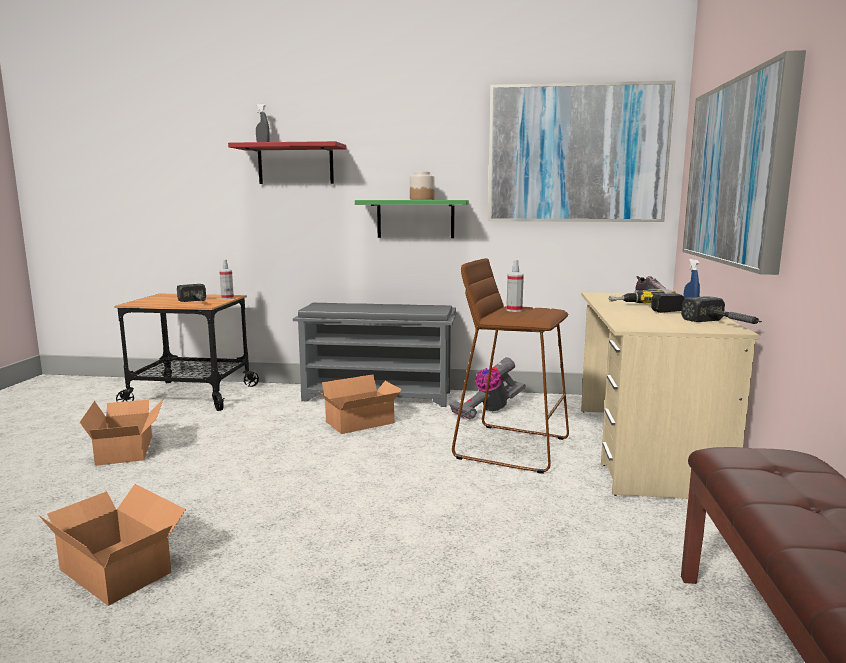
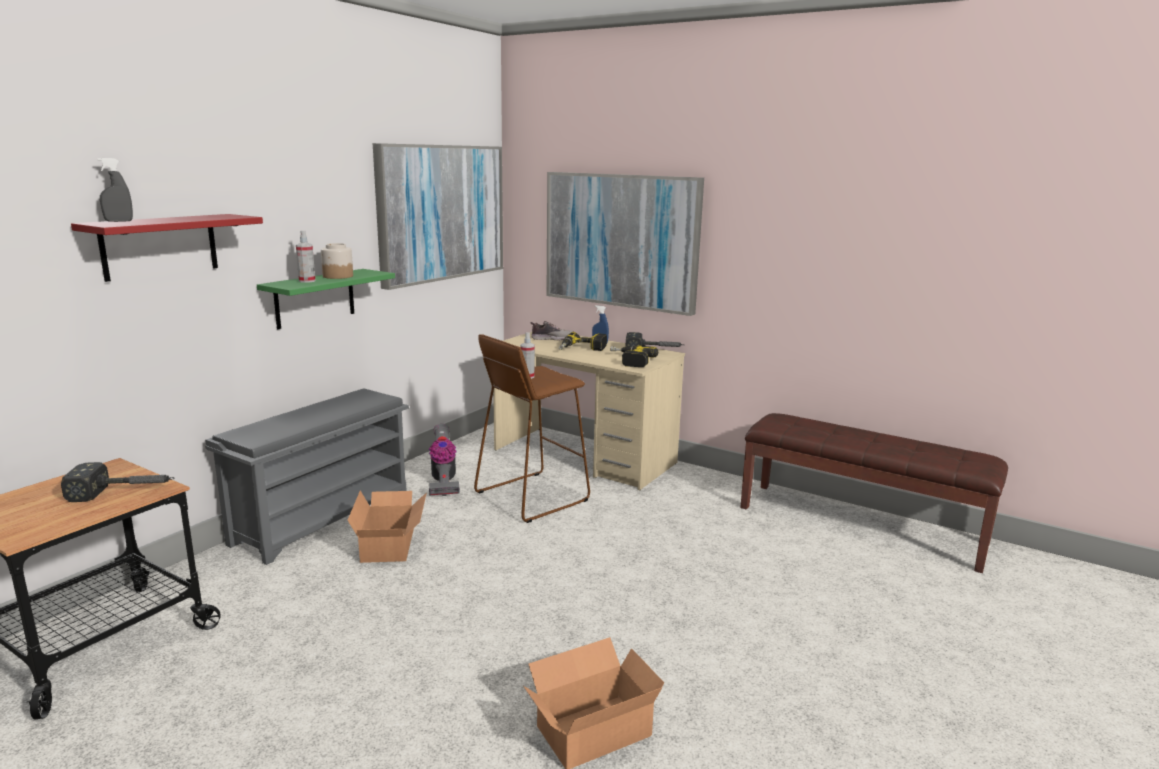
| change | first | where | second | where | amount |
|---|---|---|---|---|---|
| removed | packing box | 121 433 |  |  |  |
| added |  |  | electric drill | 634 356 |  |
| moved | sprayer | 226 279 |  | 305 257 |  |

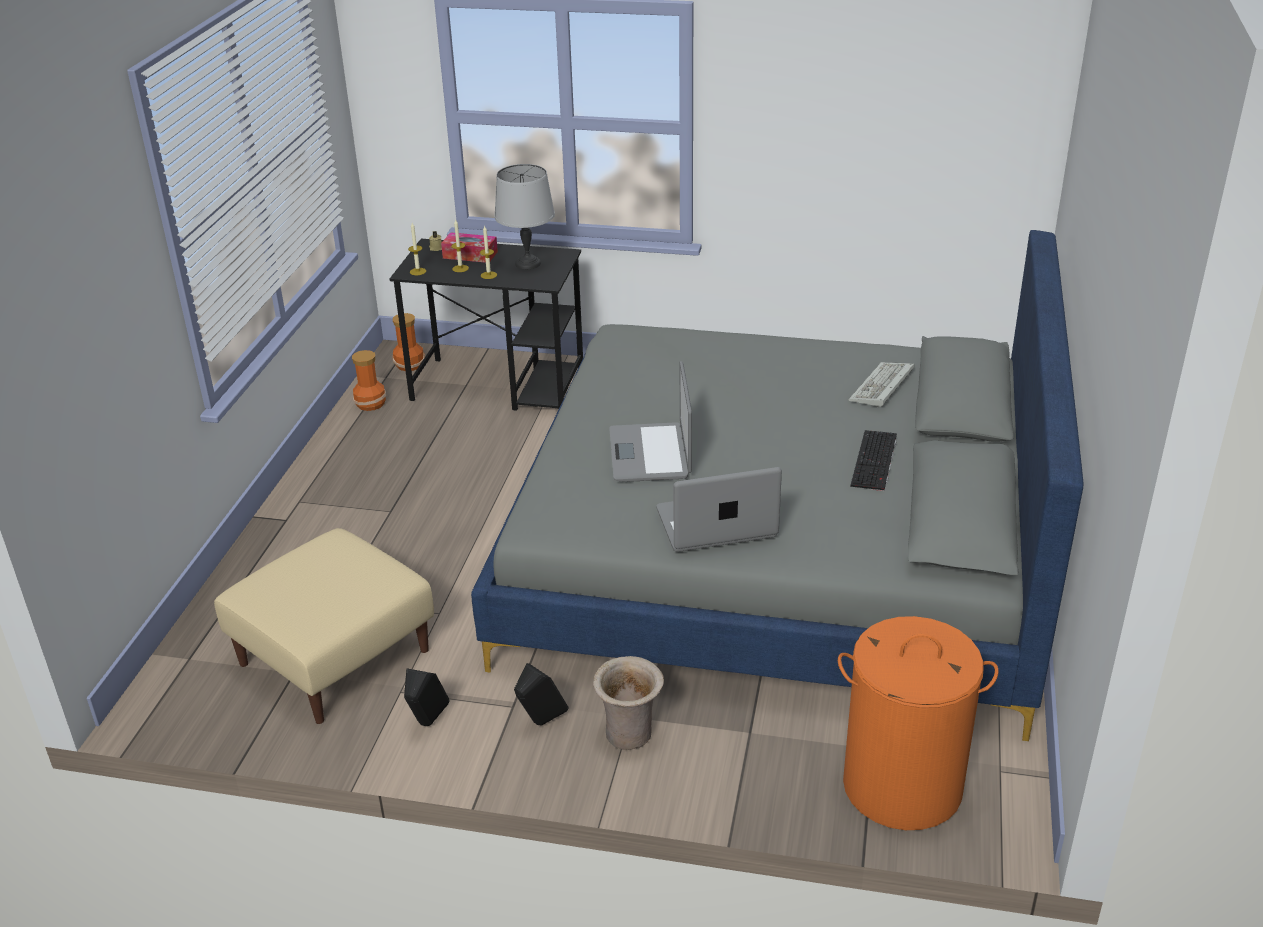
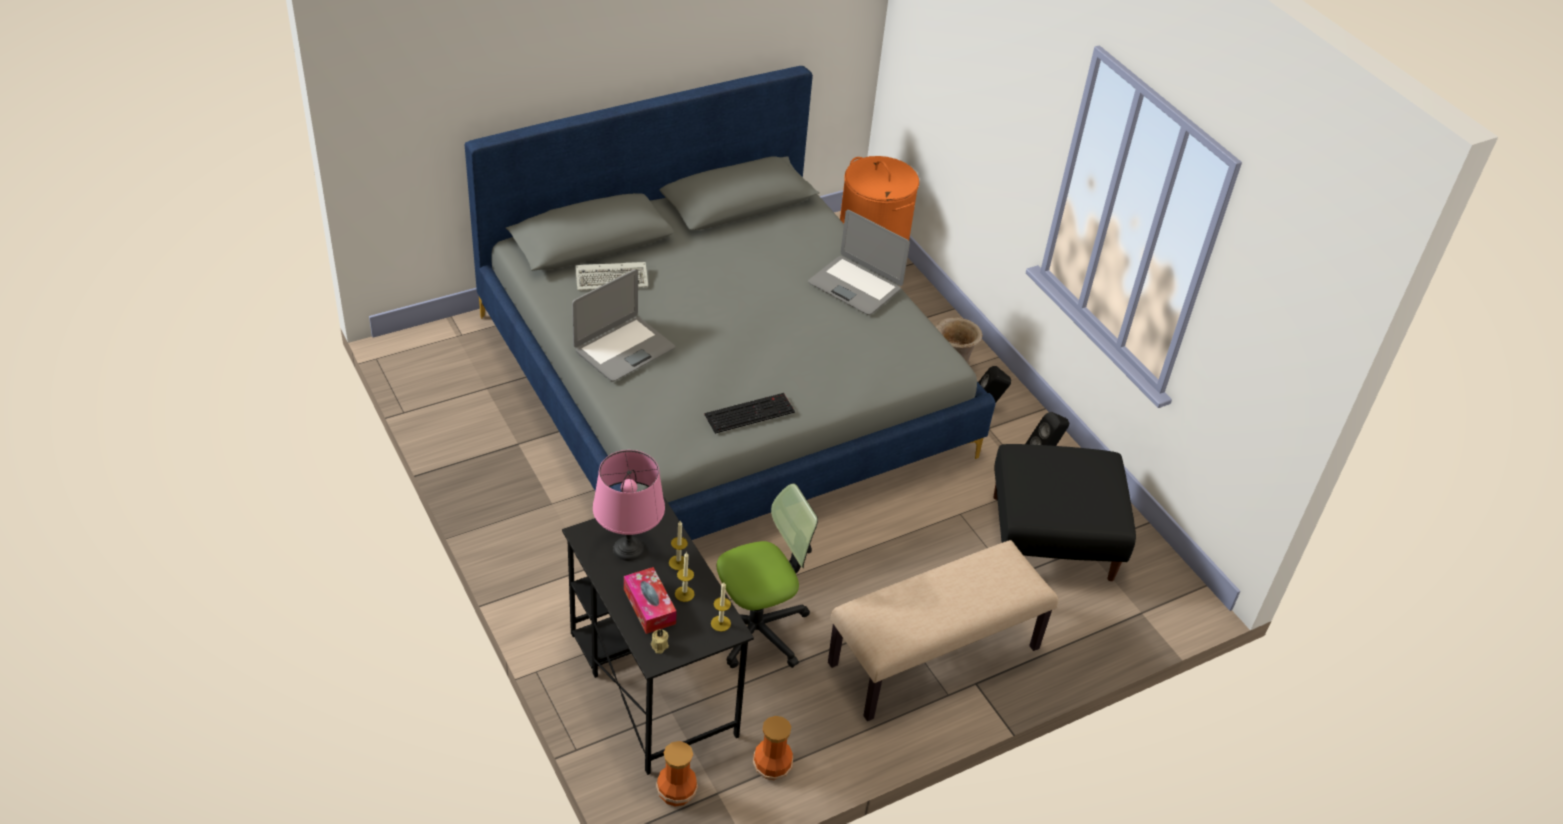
| change | first | where | second | where | amount |
|---|---|---|---|---|---|
| added |  |  | computer chair | 767 575 |  |
| added |  |  | bench (sand-coloured) | 943 630 |  |
| moved | notebook computer | 650 421 |  | 623 325 |  |
| moved | PC keyboard | 873 460 |  | 749 413 |  |
| recoloured | footrest (sand-coloured) | 324 626 | footrest (blackish) | 1064 512 |  |
| recoloured | tabletop lamp (gray) | 524 216 | tabletop lamp (pinkish) | 629 505 |  |

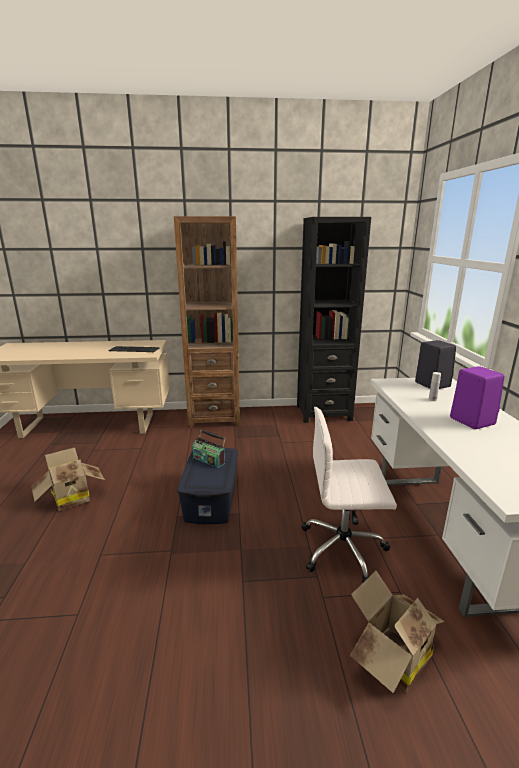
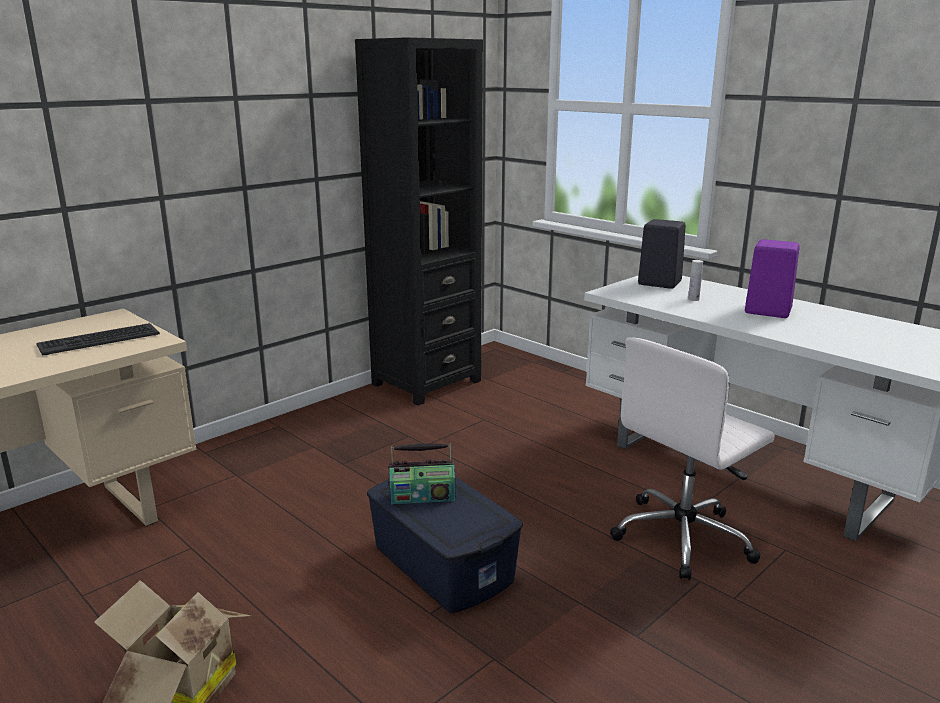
| change | first | where | second | where | amount |
|---|---|---|---|---|---|
| removed | bookshelf (brown) | 207 322 |  |  |  |
| removed | packing box | 397 632 |  |  |  |

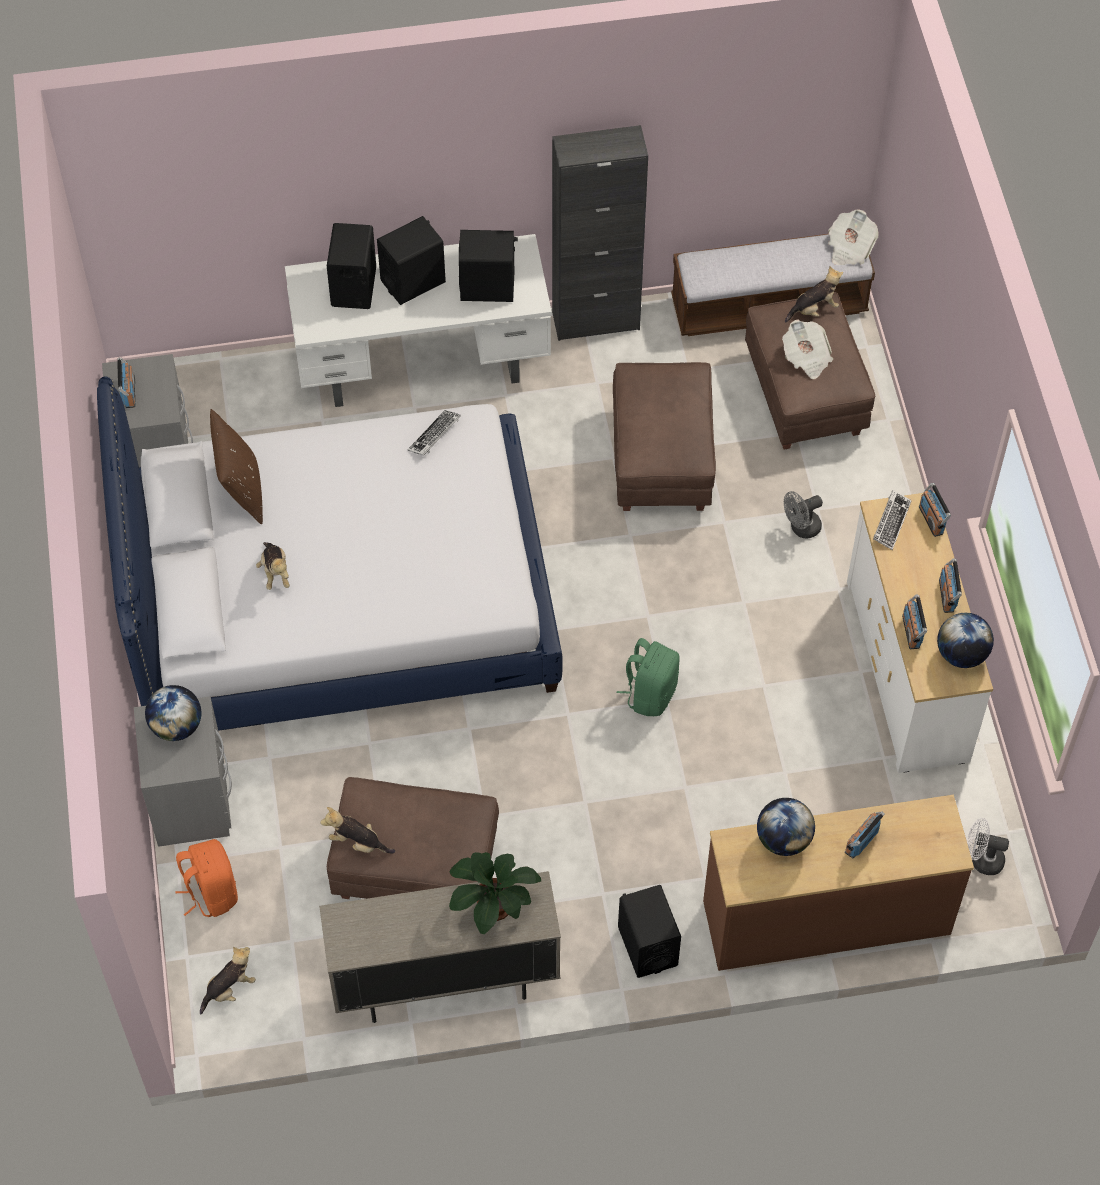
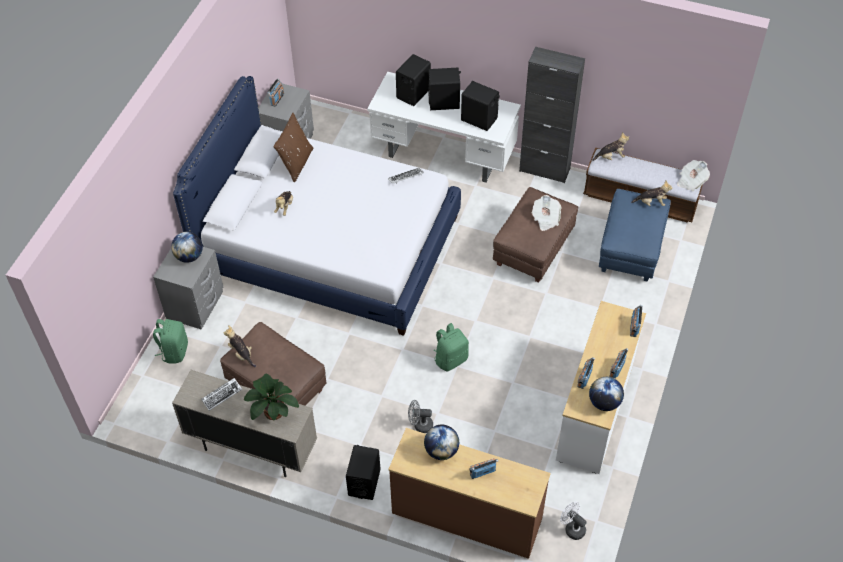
| change | first | where | second | where | amount |
|---|---|---|---|---|---|
| moved | cuddly toy | 228 980 |  | 610 146 |  |
| moved | printed paper | 807 349 |  | 546 213 |  |
| moved | fan (gray) | 803 514 |  | 420 416 |  |
| moved | PC keyboard | 892 520 |  | 221 394 |  |
| recoloured | rucksack (orangey) | 206 878 | rucksack (greenish) | 170 341 |  |
| recoloured | footrest (brown) | 810 371 | footrest (blue-coloured) | 635 235 |  |

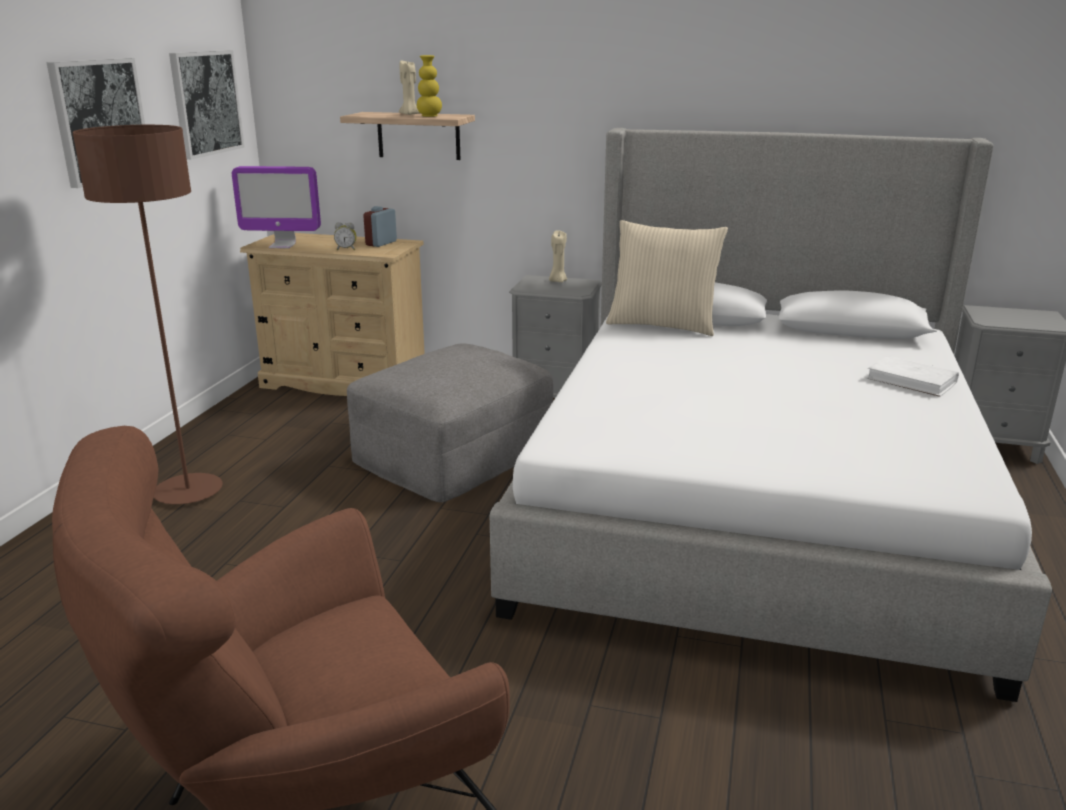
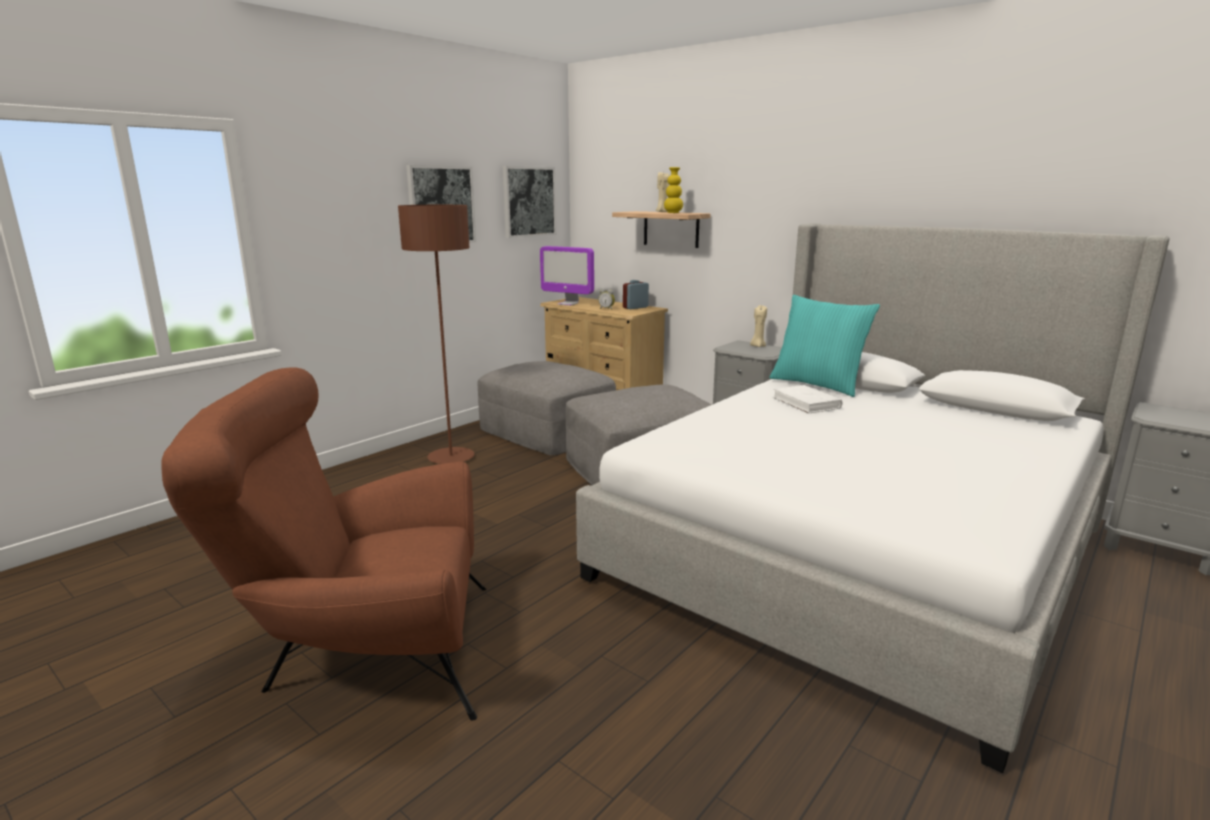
| change | first | where | second | where | amount |
|---|---|---|---|---|---|
| added |  |  | footrest (gray) | 546 408 |  |
| moved | bound book (white) | 912 376 |  | 808 399 |  |
| recoloured | throw pillow (sand-coloured) | 667 278 | throw pillow (turquoise-coloured) | 824 346 |  |

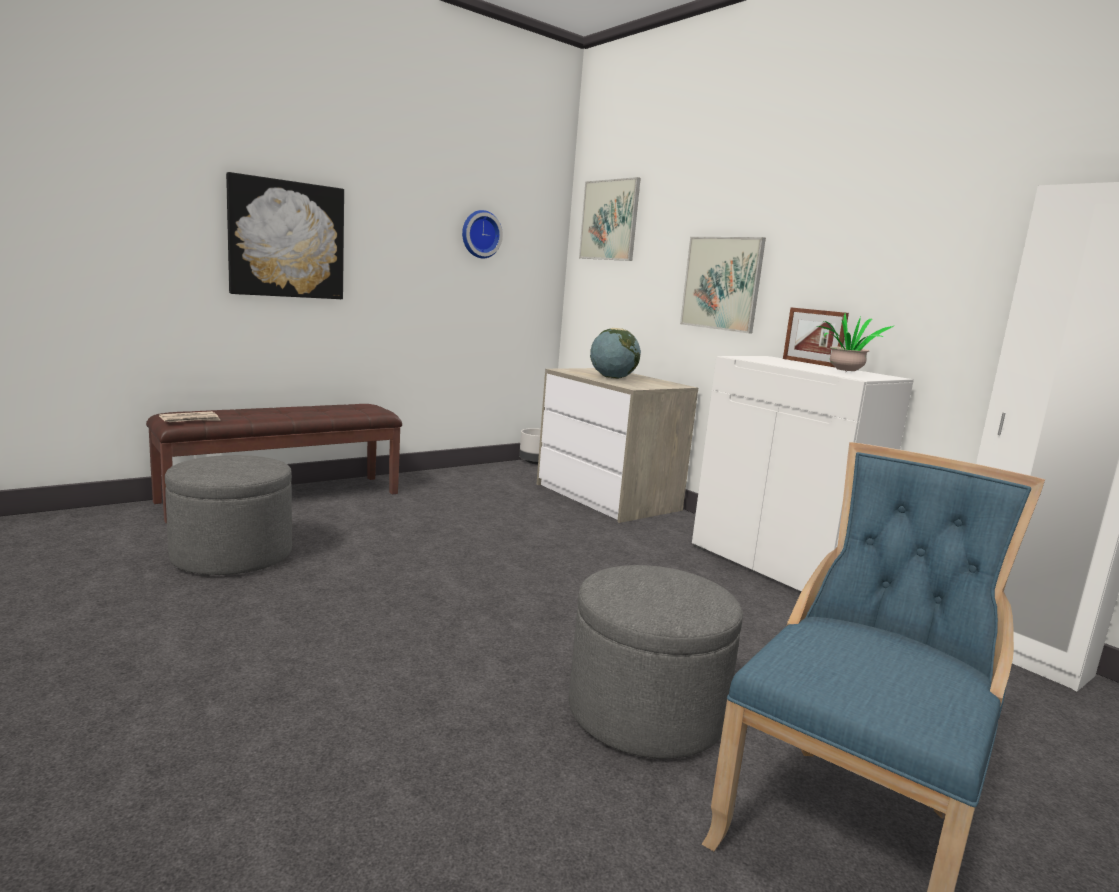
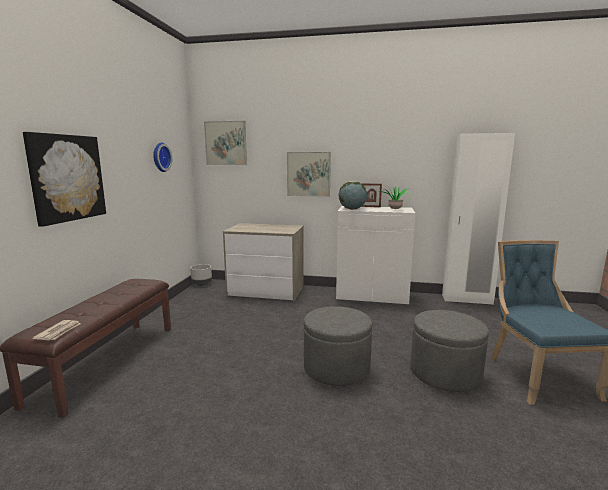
| change | first | where | second | where | amount |
|---|---|---|---|---|---|
| moved | footrest (gray) | 228 515 |  | 338 346 |  |
| moved | world globe | 615 353 |  | 352 195 |  |

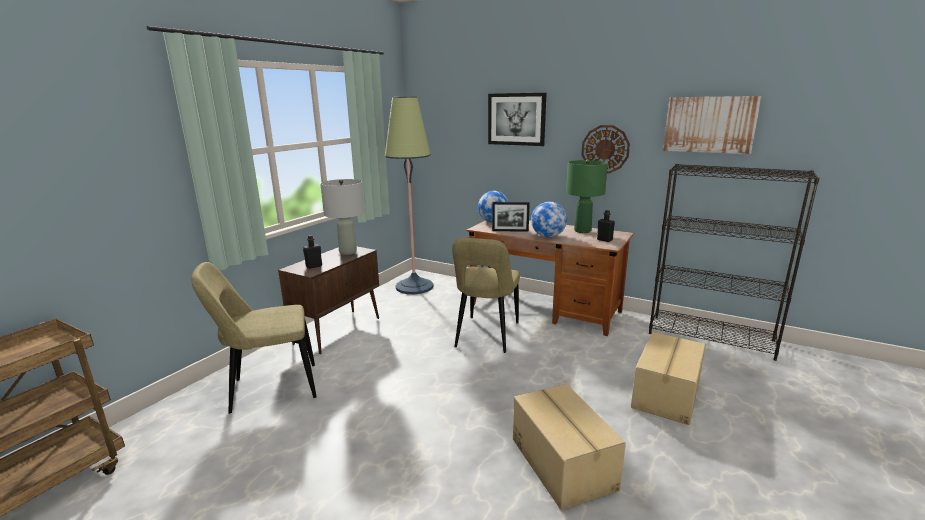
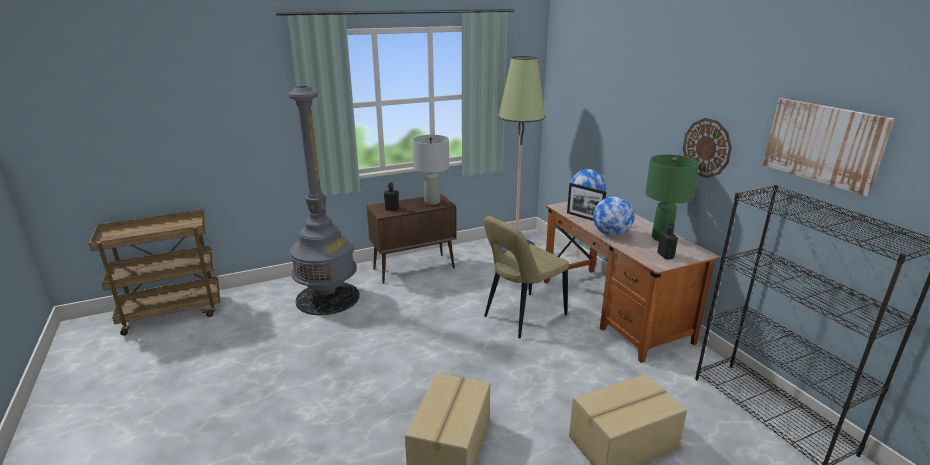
| change | first | where | second | where | amount |
|---|---|---|---|---|---|
| removed | picture | 517 119 |  |  |  |
| replaced | plain chair (sand-coloured) | 254 338 | standing lamp (gray) | 323 200 |  |

